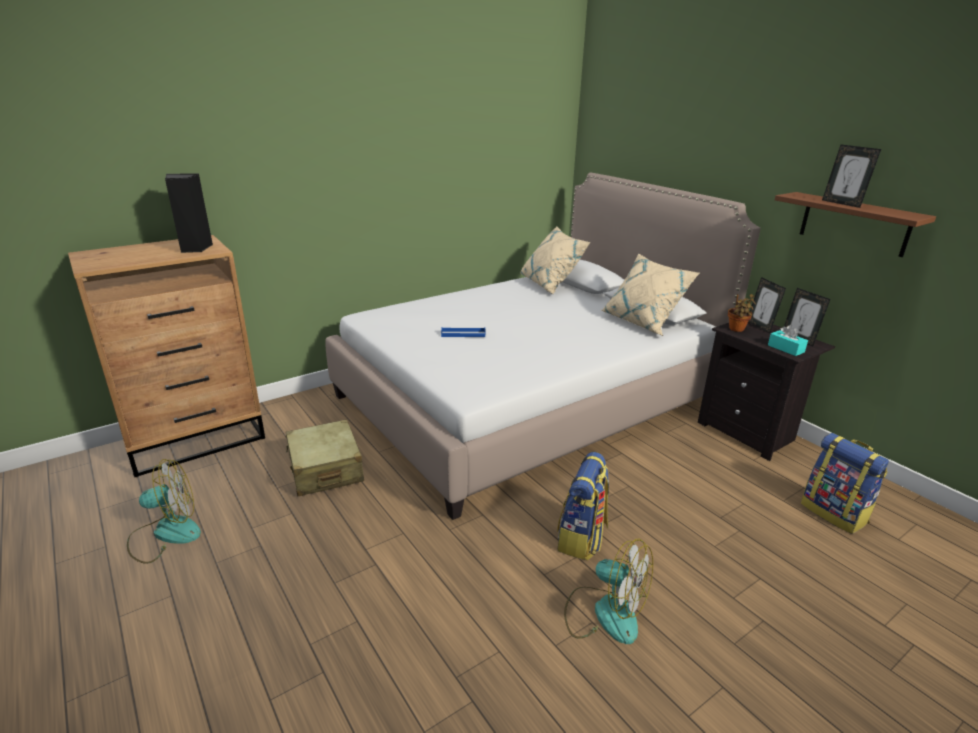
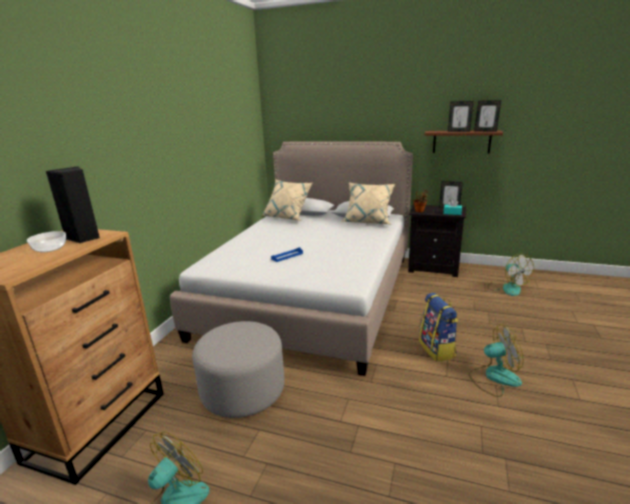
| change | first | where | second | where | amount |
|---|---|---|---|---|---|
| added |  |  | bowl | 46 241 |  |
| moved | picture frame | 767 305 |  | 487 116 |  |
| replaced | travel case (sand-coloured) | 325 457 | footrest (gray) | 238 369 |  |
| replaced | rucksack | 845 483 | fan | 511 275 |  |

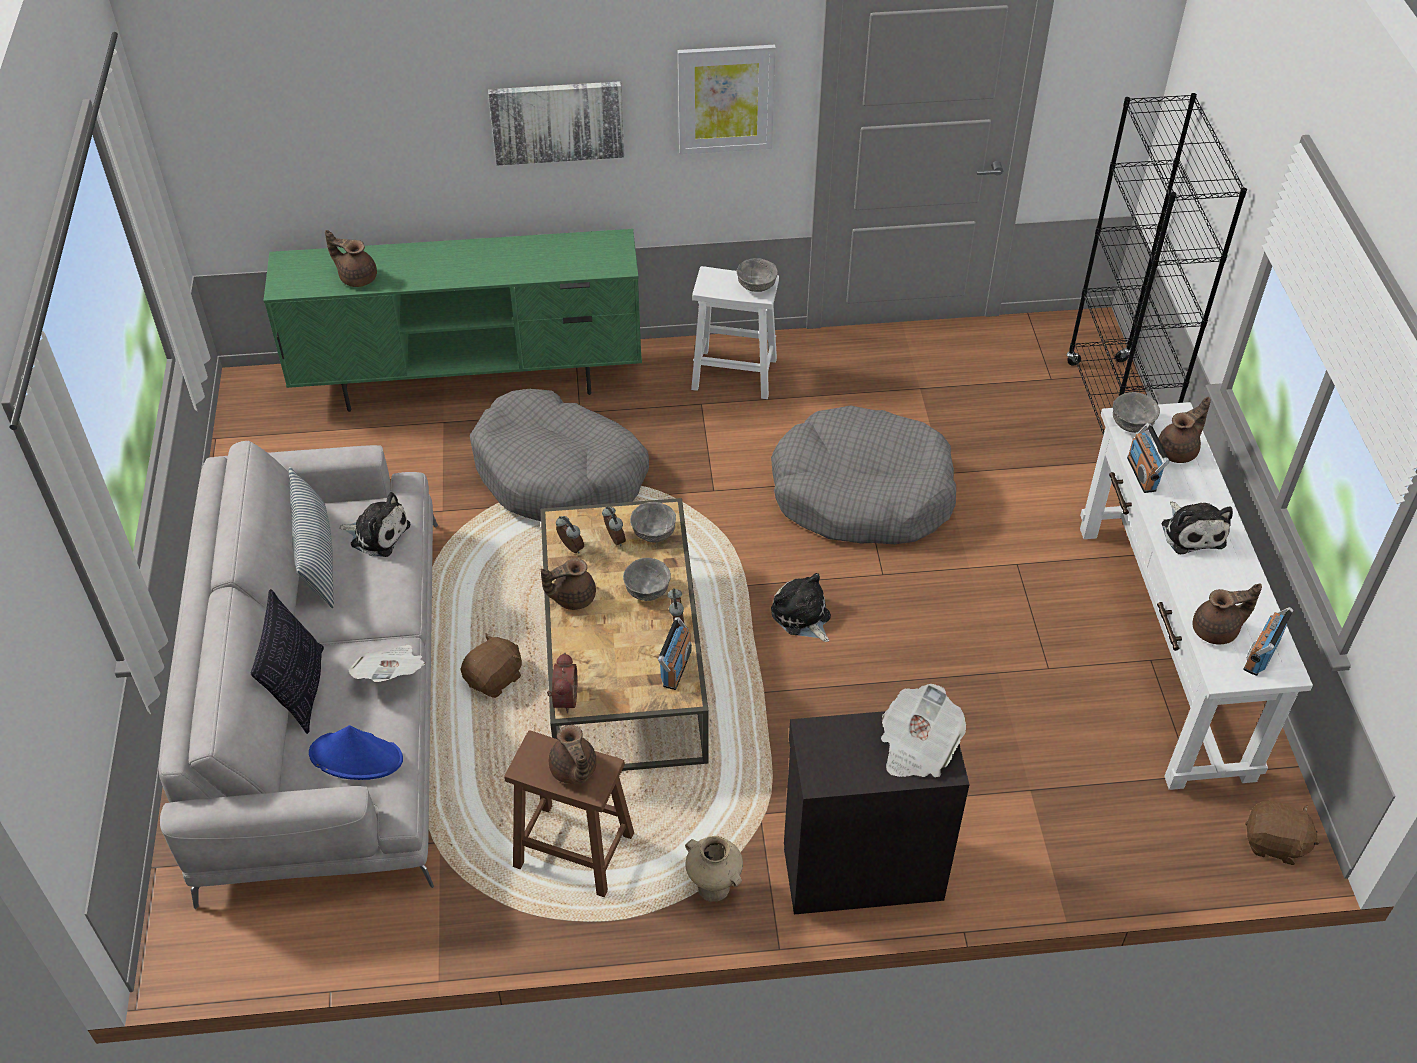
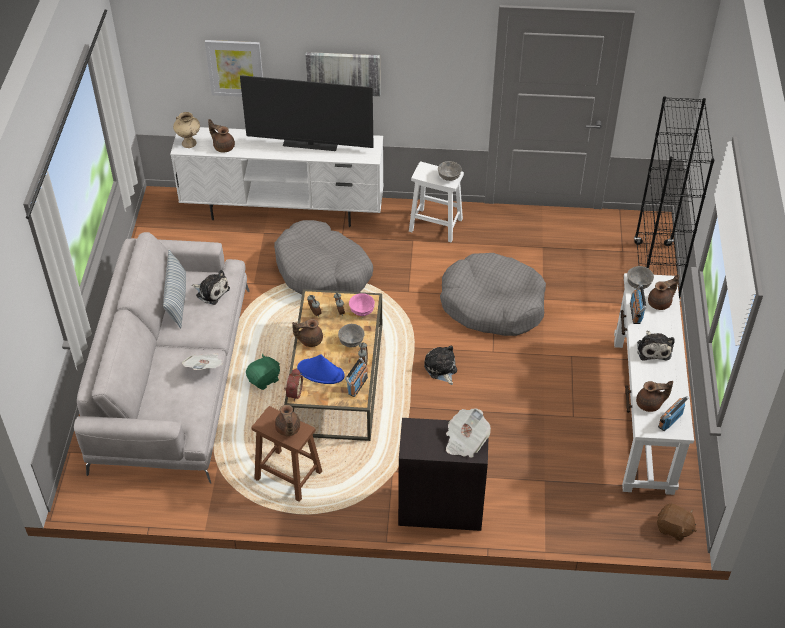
| change | first | where | second | where | amount |
|---|---|---|---|---|---|
| removed | throw pillow | 287 661 |  |  |  |
| added |  |  | TV set | 307 113 |  |
| moved | clothing hat (blue-coloured) | 356 752 |  | 321 369 |  |
| moved | picture | 727 99 |  | 234 68 |  |
| moved | vase (sand-coloured) | 714 869 |  | 186 130 |  |
| recoloured | media console (greenish) | 452 320 | media console (white) | 277 177 |  |
| recoloured | cuddly toy (brown) | 491 665 | cuddly toy (greenish) | 263 372 |  |
| recoloured | bowl (gray) | 653 522 | bowl (pinkish) | 362 304 |  |

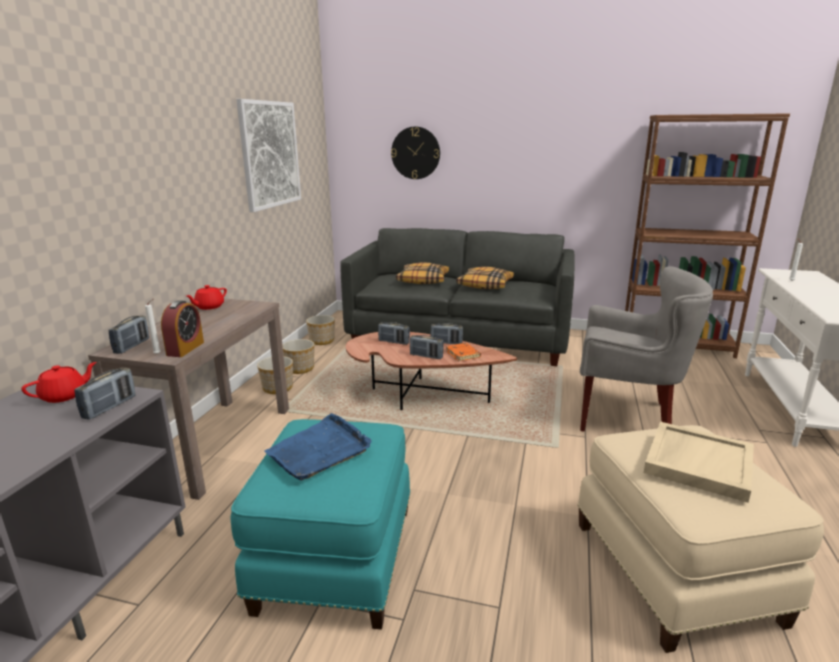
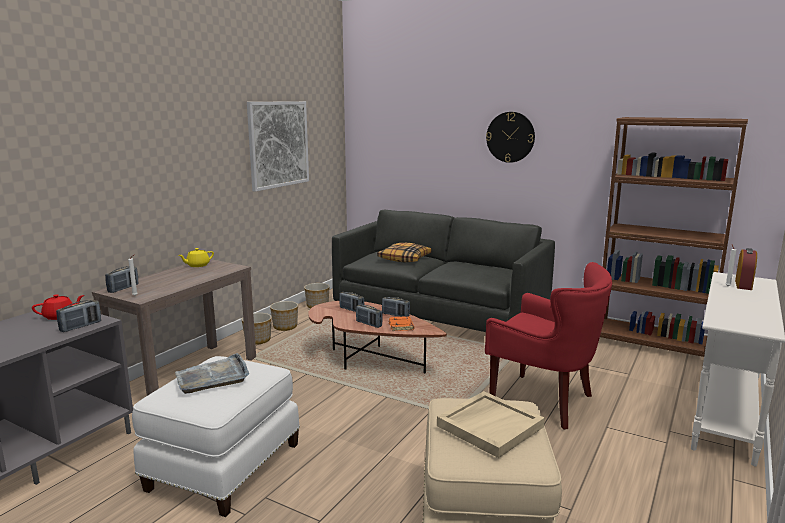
| change | first | where | second | where | amount |
|---|---|---|---|---|---|
| removed | throw pillow | 485 278 |  |  |  |
| moved | table clock | 182 328 |  | 746 269 |  |
| moved | hanging clock | 415 153 |  | 510 137 |  |
| recoloured | tea pot (red) | 207 297 | tea pot (yellow-coloured) | 196 257 |  |
| recoloured | footrest (turquoise-coloured) | 320 524 | footrest (white) | 216 436 |  |
| recoloured | carrying tray (blue-coloured) | 318 447 | carrying tray (gray) | 212 373 |  |
| recoloured | lounge chair (gray) | 646 349 | lounge chair (red) | 548 346 |  |

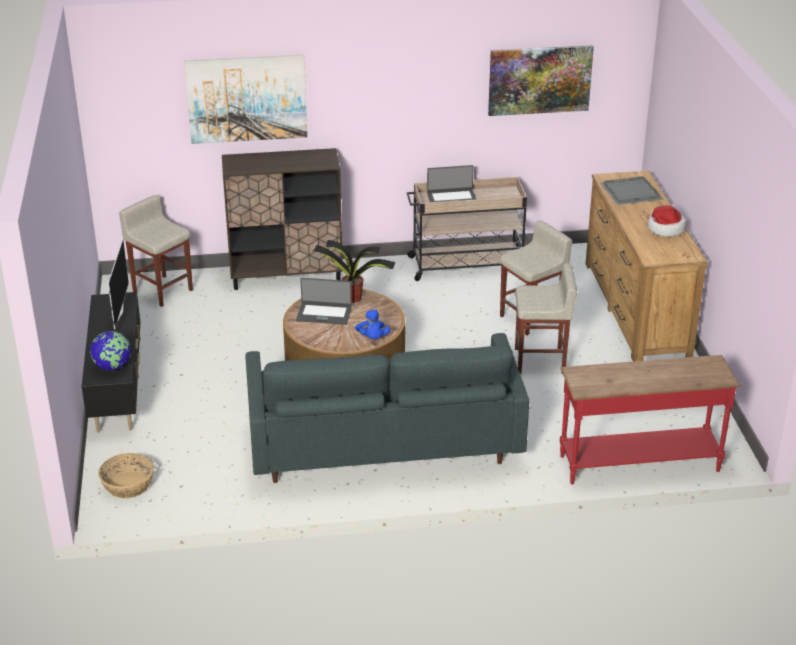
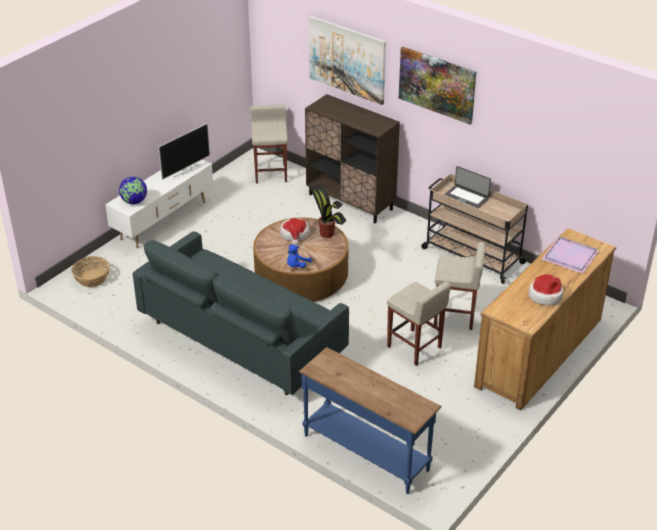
| change | first | where | second | where | amount |
|---|---|---|---|---|---|
| moved | picture | 541 80 |  | 438 86 |  |
| replaced | notebook computer | 324 301 | clothing hat | 295 232 |  |
| recoloured | media console (blackish) | 111 362 | media console (white) | 159 203 |  |
| recoloured | narrow table (red) | 650 420 | narrow table (blue-coloured) | 370 420 |  |
| recoloured | carrying tray (gray) | 631 190 | carrying tray (purple-coloured) | 570 255 |  |

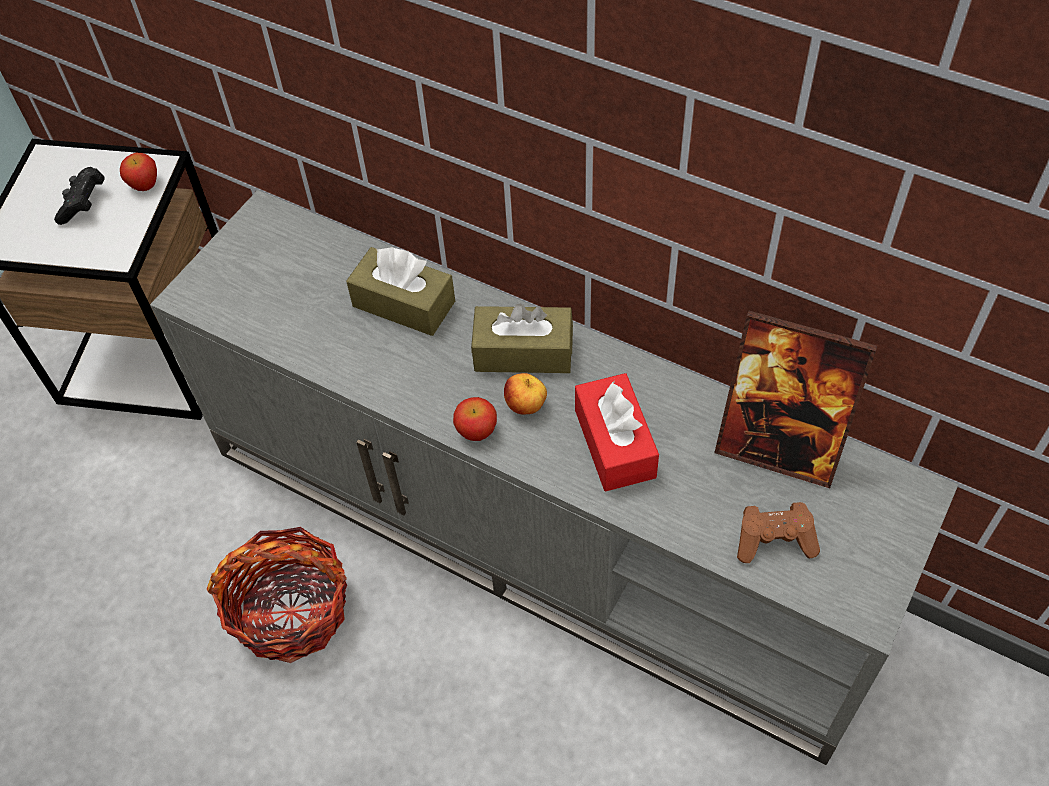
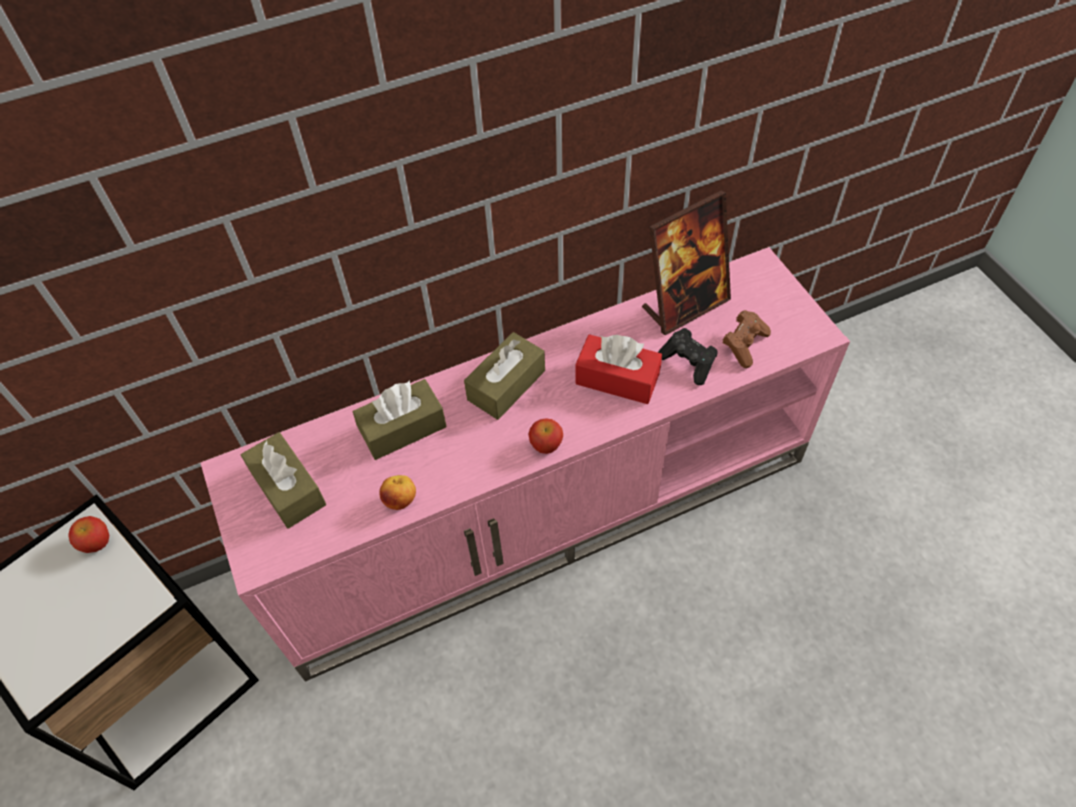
| change | first | where | second | where | amount |
|---|---|---|---|---|---|
| removed | storage basket | 277 595 |  |  |  |
| added |  |  | tissue holder (brown) | 283 480 |  |
| moved | joypad (blackish) | 79 196 |  | 687 356 |  |
| moved | apple fruit | 525 393 |  | 397 492 |  |
| recoloured | media console (gray) | 554 477 | media console (pinkish) | 525 464 |  |

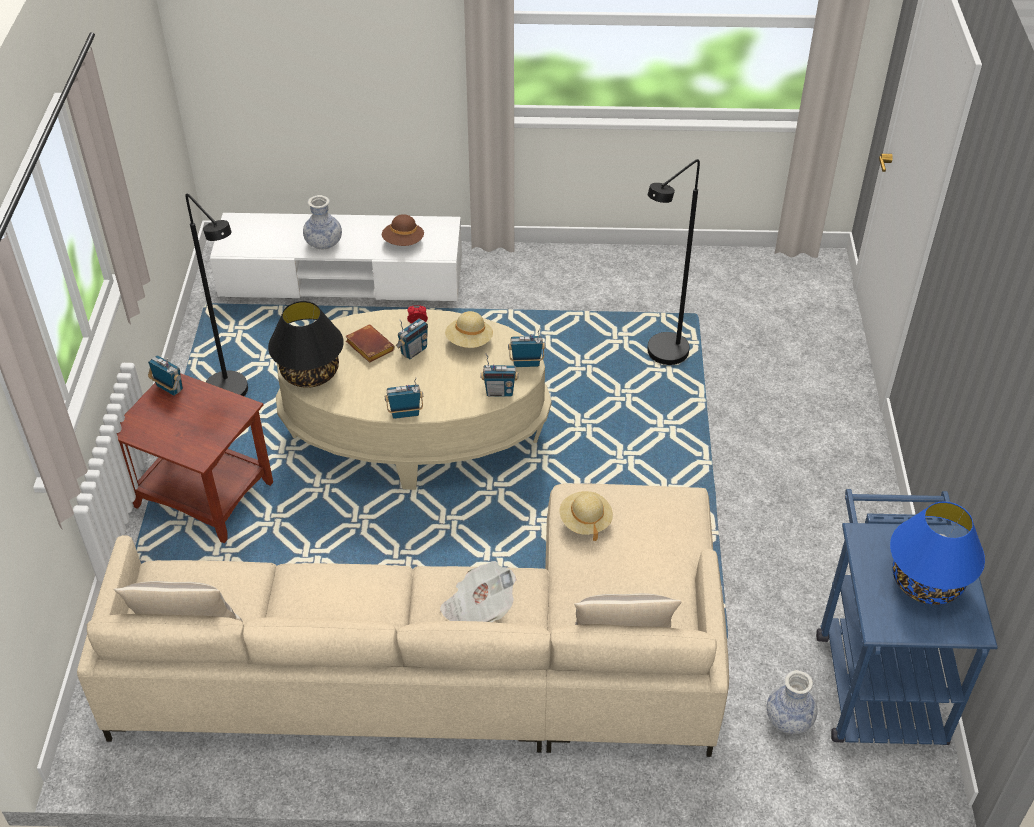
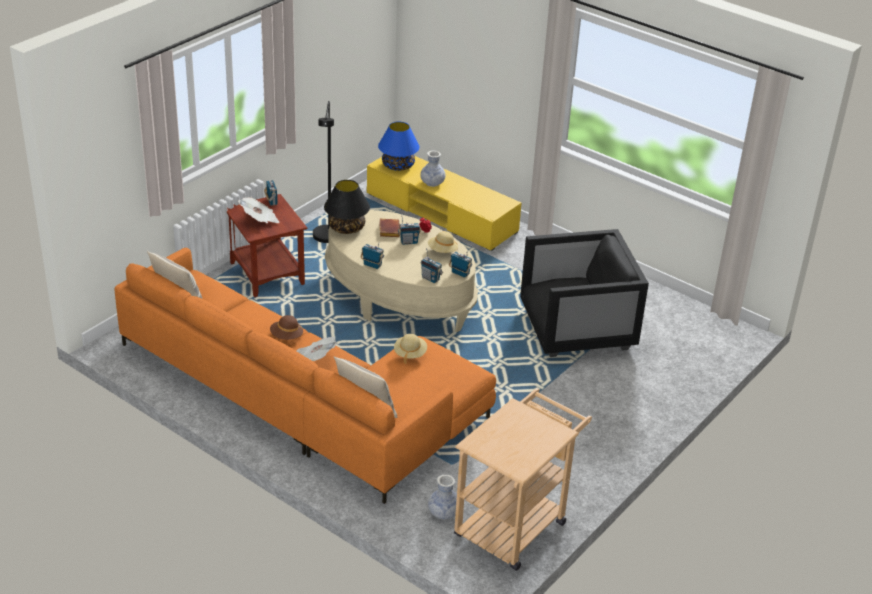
| change | first | where | second | where | amount |
|---|---|---|---|---|---|
| added |  |  | printed paper | 259 210 |  |
| moved | clothing hat (brown) | 403 230 |  | 286 327 |  |
| moved | tabletop lamp (blue-coloured) | 937 553 |  | 398 146 |  |
| replaced | standing lamp (blackish) | 673 262 | lounge chair (blackish) | 584 293 |  |
| recoloured | couch (sand-coloured) | 403 620 | couch (orangey) | 305 376 |  |
| recoloured | media console (white) | 336 257 | media console (yellow-coloured) | 444 203 |  |
| recoloured | trolley (blue-coloured) | 907 617 | trolley (sand-coloured) | 523 479 |  |

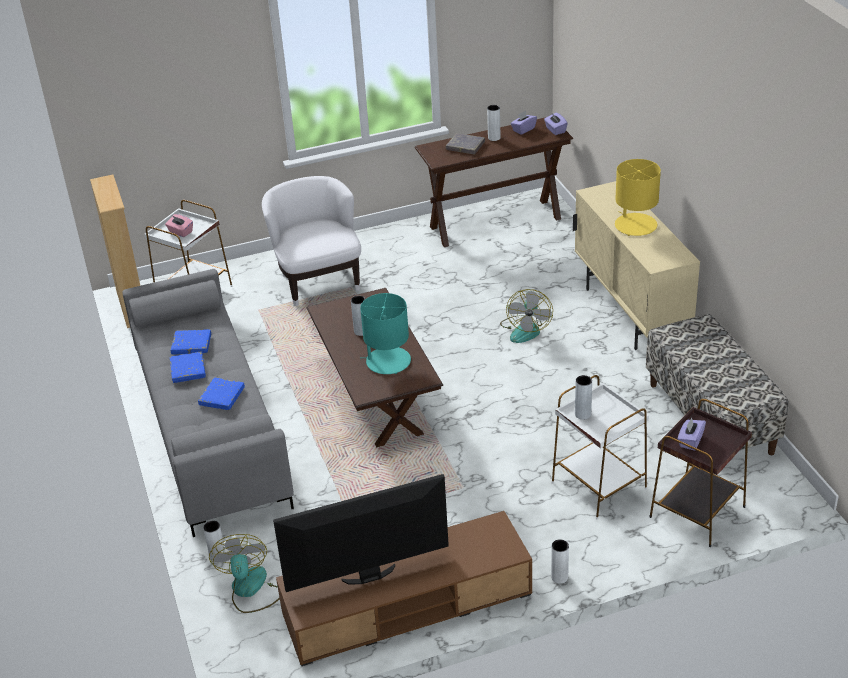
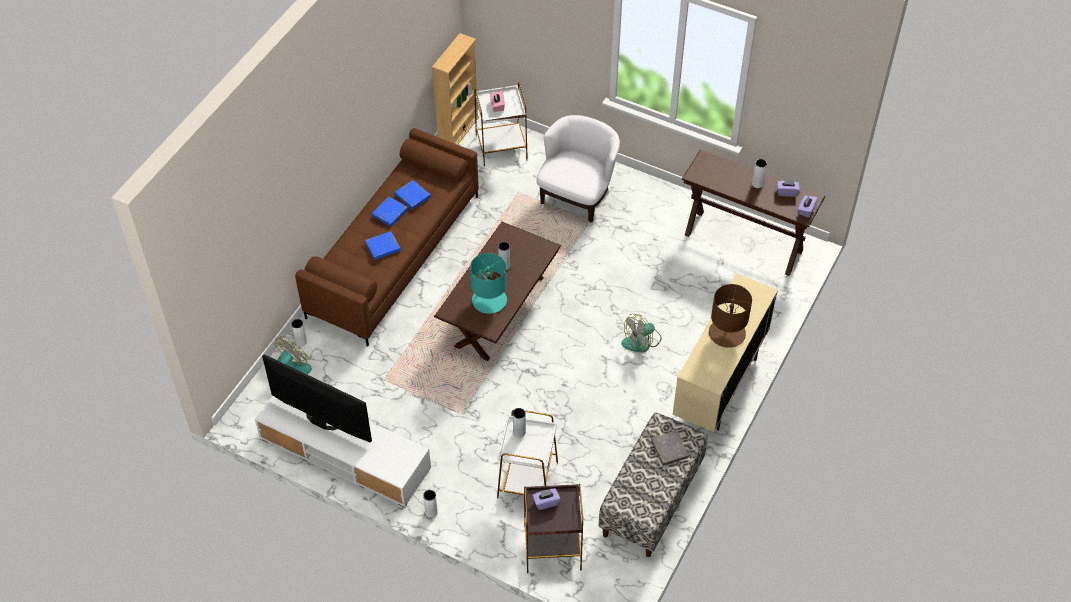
| change | first | where | second | where | amount |
|---|---|---|---|---|---|
| moved | bound book (gray) | 465 144 |  | 670 448 |  |
| recoloured | couch (gray) | 208 403 | couch (brown) | 387 237 |  |
| recoloured | media console (brown) | 404 588 | media console (white) | 343 451 |  |
| recoloured | tabletop lamp (yellow-coloured) | 638 197 | tabletop lamp (brown) | 730 316 |  |

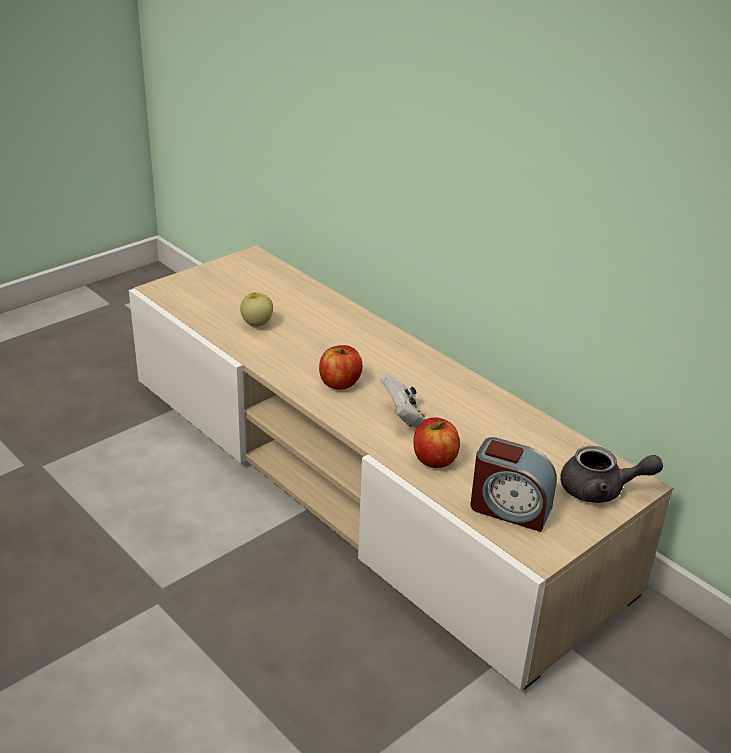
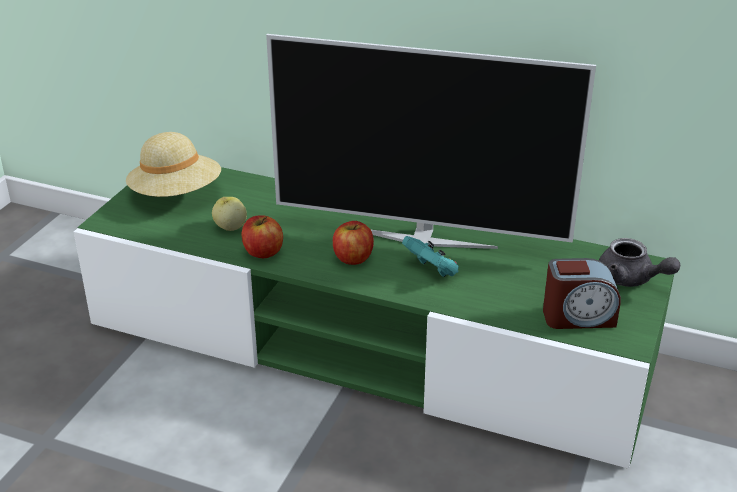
| change | first | where | second | where | amount |
|---|---|---|---|---|---|
| added |  |  | clothing hat (sand-coloured) | 173 164 |  |
| added |  |  | TV set | 431 141 |  |
| moved | apple fruit | 437 442 |  | 262 236 |  |
| recoloured | media console (sand-coloured) | 401 467 | media console (greenish) | 374 318 |  |
| recoloured | joypad (white) | 403 401 | joypad (turquoise-coloured) | 430 256 |  |
| turned | tea pot (gray) | 611 474 |  | 640 262 | 60 degrees clockwise |

